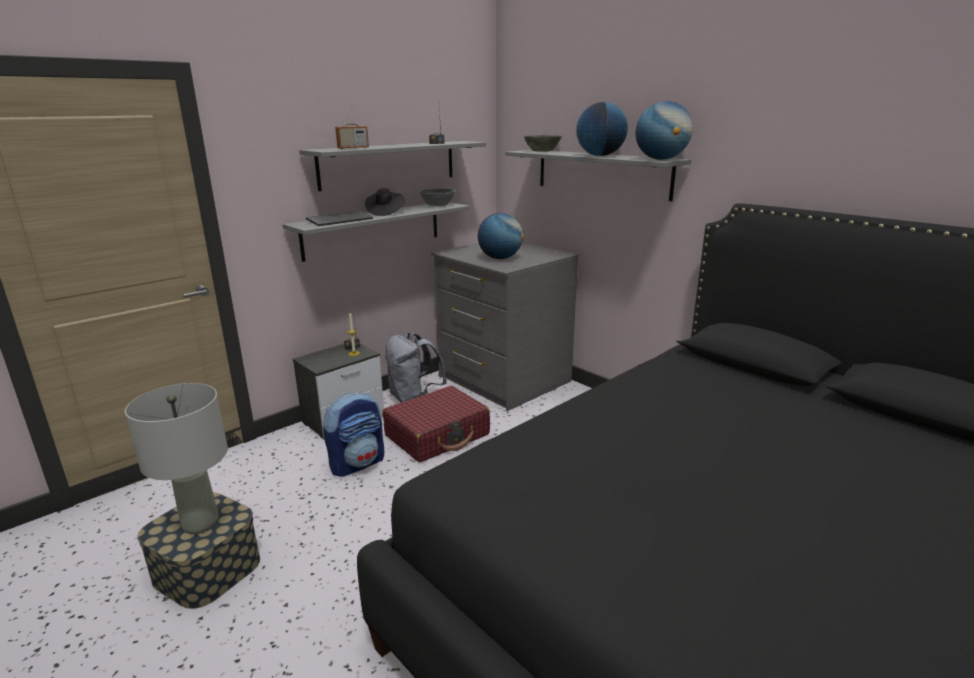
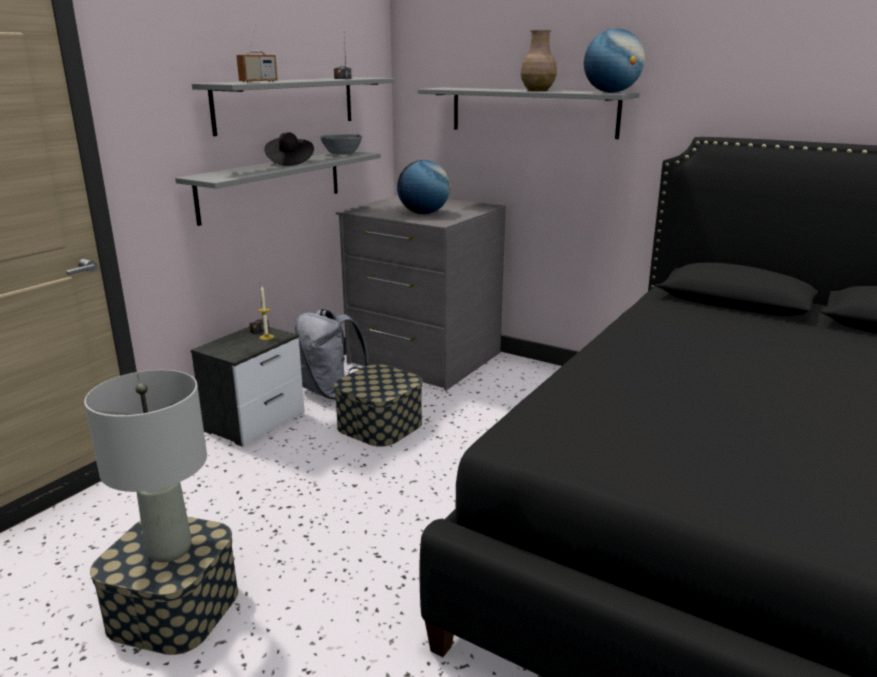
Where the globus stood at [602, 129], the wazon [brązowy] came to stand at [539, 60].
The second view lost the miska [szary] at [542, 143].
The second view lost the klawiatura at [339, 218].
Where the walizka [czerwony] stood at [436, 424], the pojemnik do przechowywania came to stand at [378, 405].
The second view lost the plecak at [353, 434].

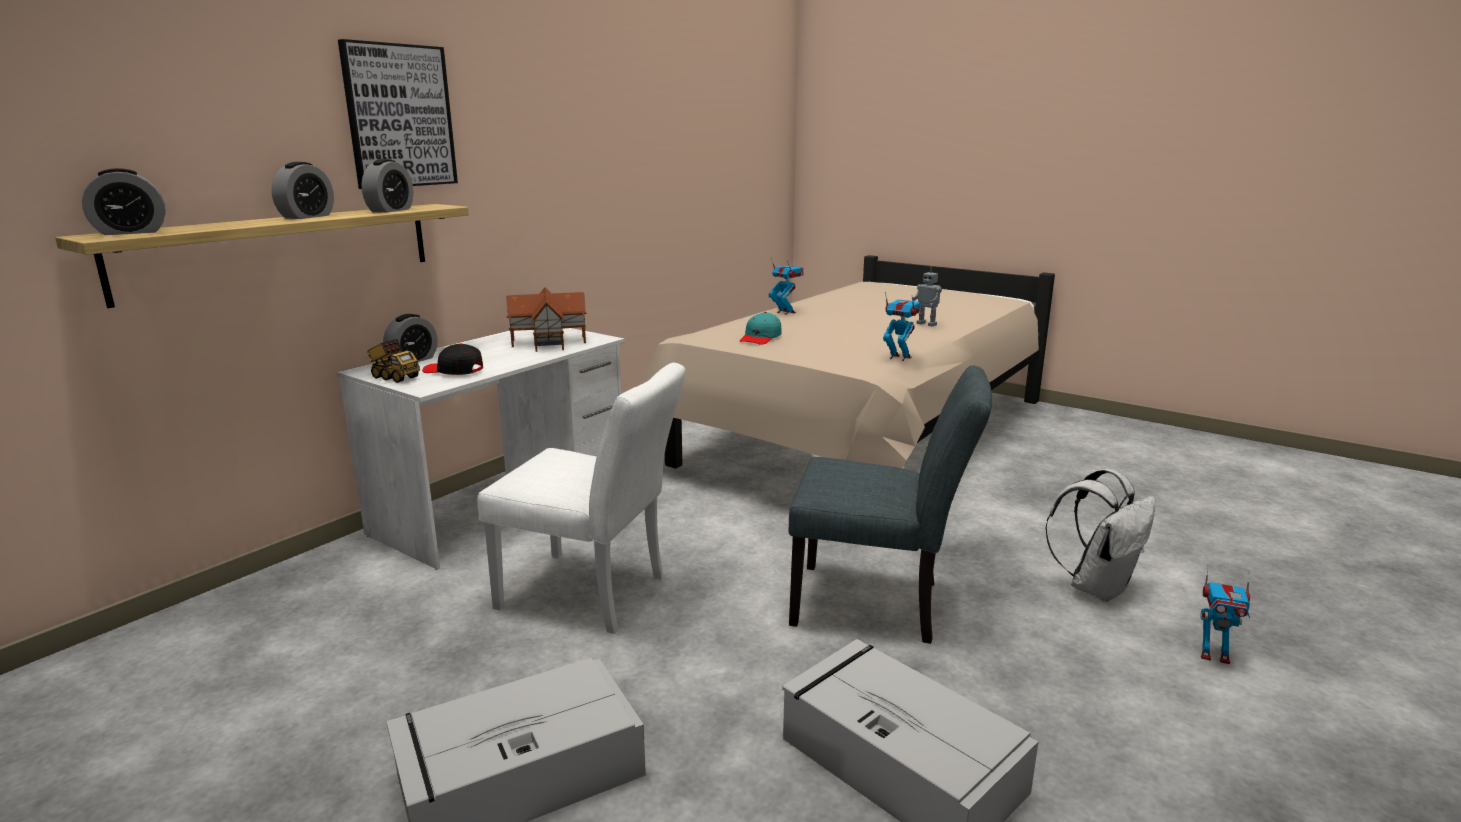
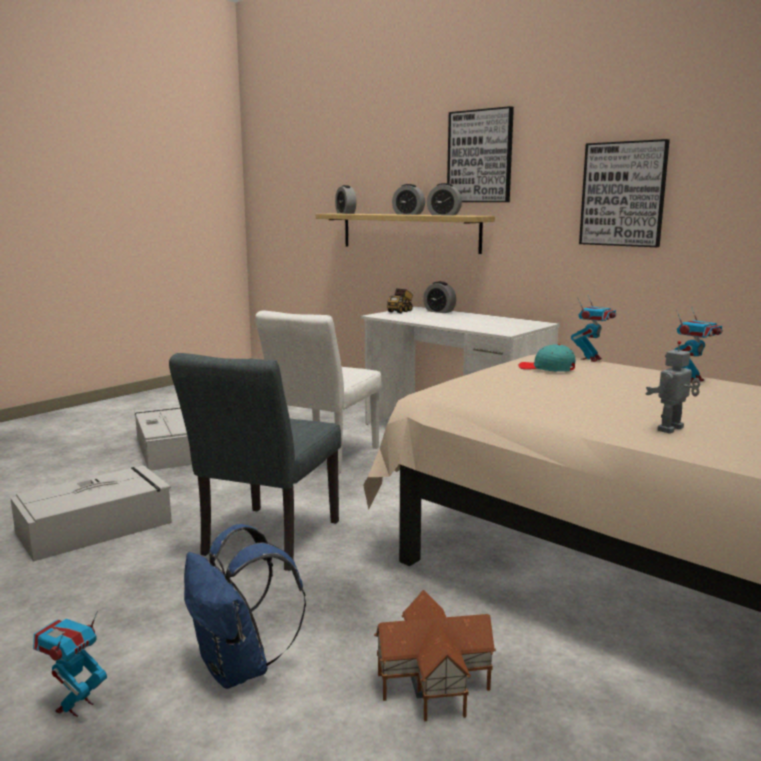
The domek ended up elsewhere, having gone from [546, 319] to [435, 655].
The robot zabawkowy ended up elsewhere, having gone from [902, 326] to [593, 329].
The second view lost the czapka z daszkiem [czarny] at [452, 359].
What was the plecak [biały] at [1100, 535] turned into the plecak [niebieski] at [245, 606].
The second view gained the obraz at [624, 193].

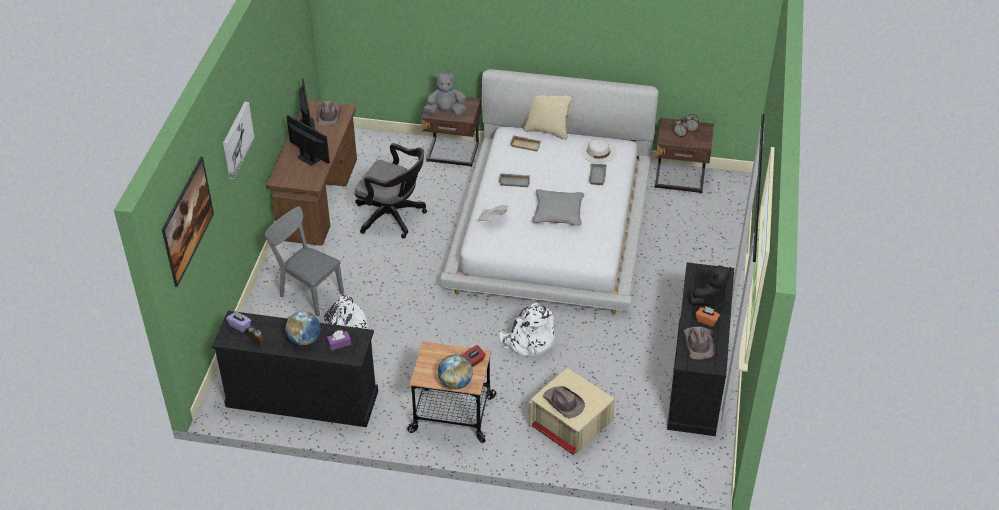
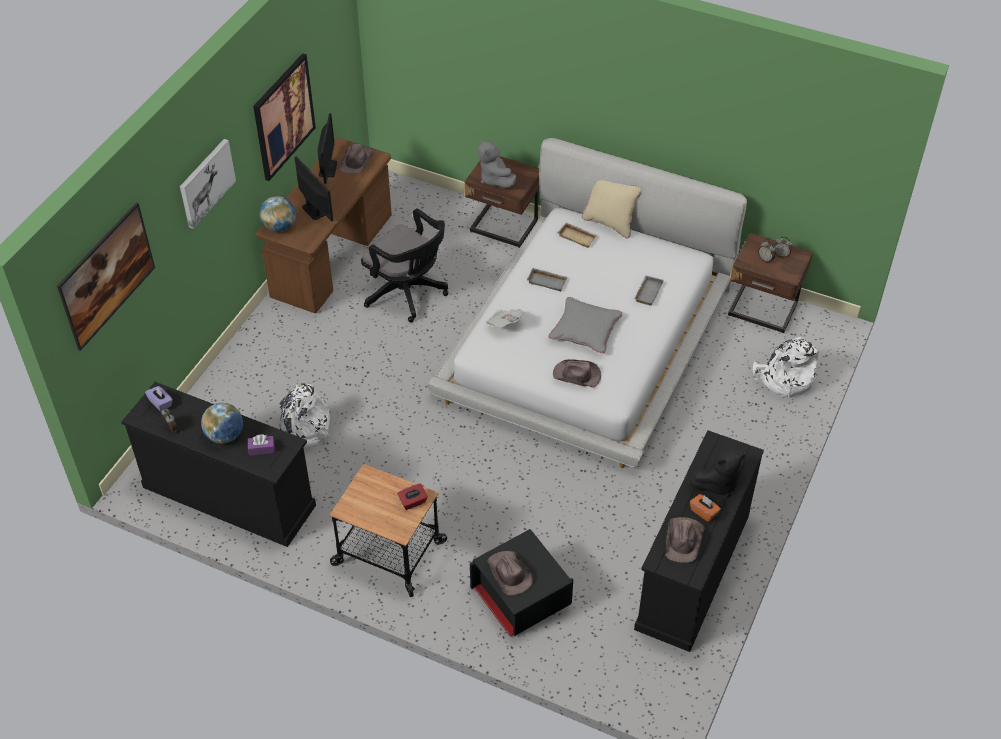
The pluszak [szary] at [445, 94] ended up facing another way, 120 degrees counterclockwise from before.
The second view lost the kapelusz [biały] at [598, 151].
The second view lost the krzesło [szary] at [304, 261].
The plecak [biały] ended up elsewhere, having gone from [527, 330] to [786, 367].
The globus ended up elsewhere, having gone from [455, 371] to [278, 214].
What was the pojemnik do przechowywania [beżowy] at [571, 411] turned into the pojemnik do przechowywania [czarny] at [521, 583].
The second view gained the obraz at [284, 117].
The second view gained the kapelusz [brązowy] at [577, 373].

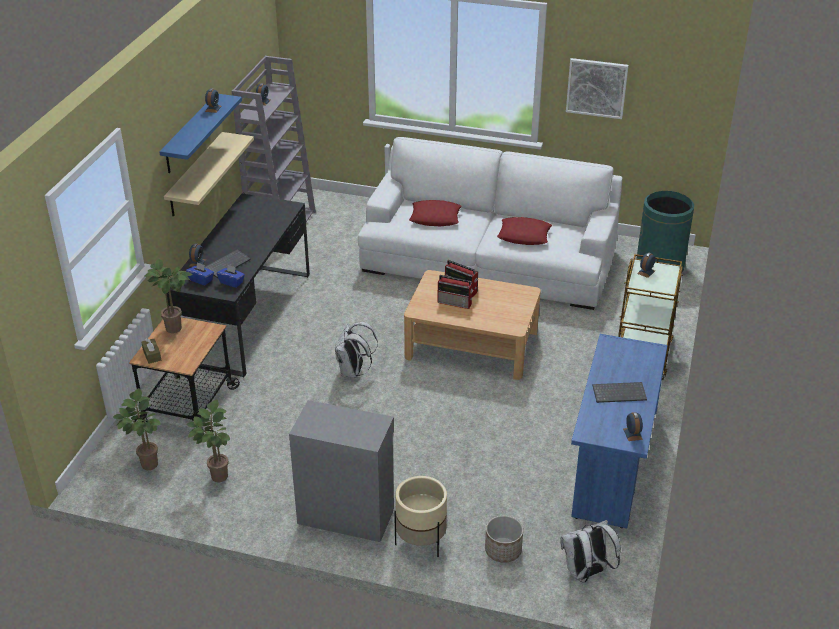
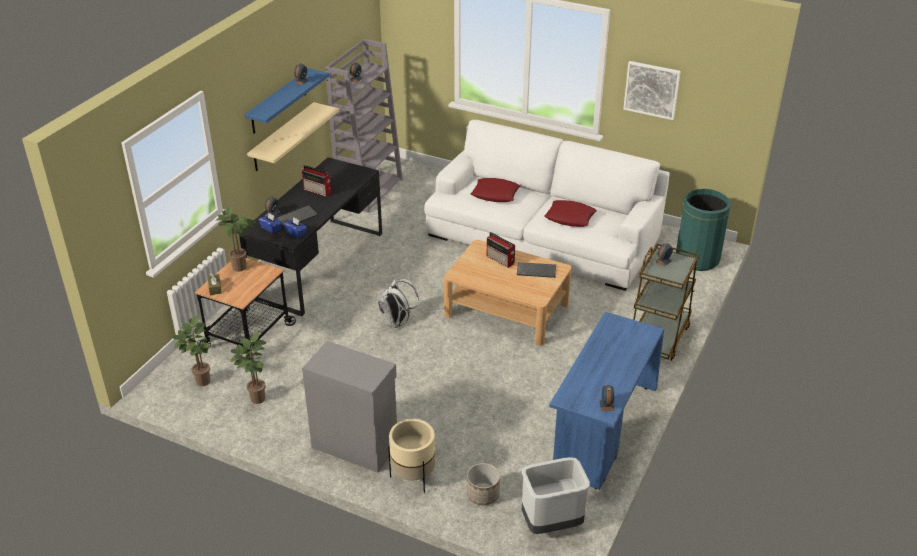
The radio ended up elsewhere, having gone from [455, 292] to [317, 181].
The klawiatura ended up elsewhere, having gone from [620, 392] to [536, 270].
Where the plecak [biały] stood at [590, 551], the kosz na śmieci [szary] came to stand at [556, 495].

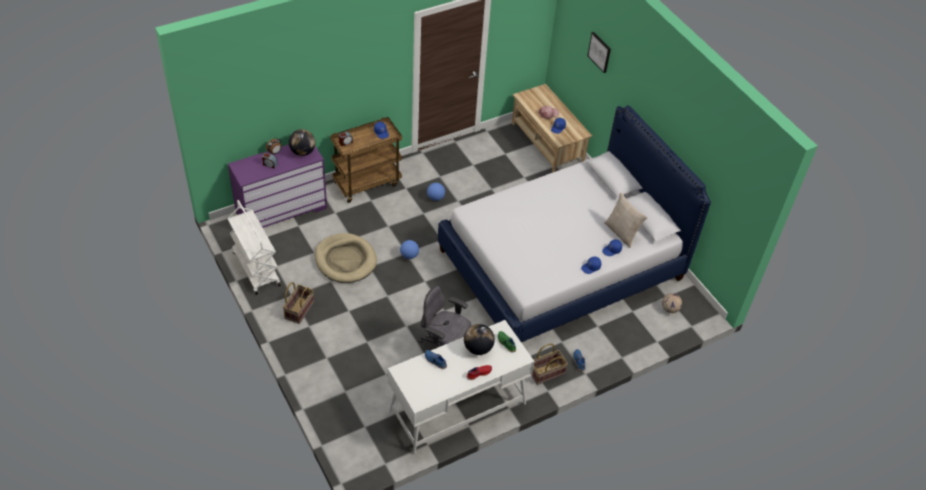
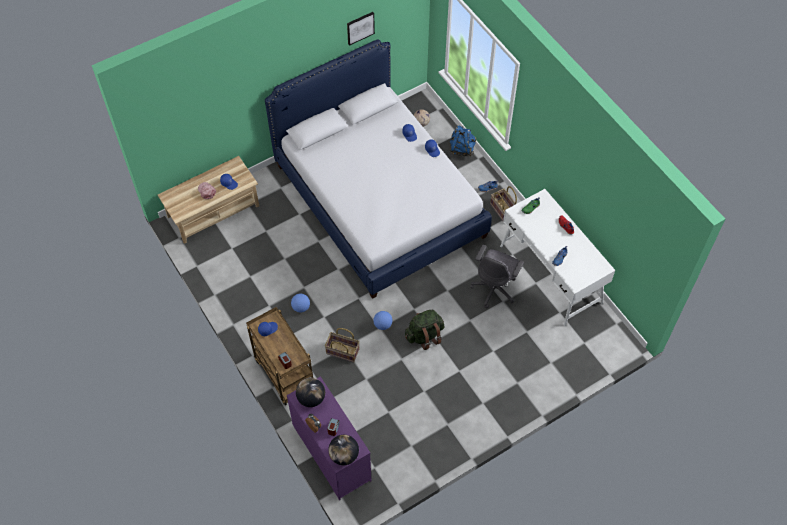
The obraz ended up elsewhere, having gone from [599, 52] to [361, 29].
The second view lost the poduszka [beżowy] at [626, 220].
The second view lost the wózek [biały] at [254, 247].
The second view lost the legowisko [beżowy] at [346, 258].
The koszyk ended up elsewhere, having gone from [298, 303] to [342, 345].
The globus ended up elsewhere, having gone from [479, 339] to [343, 450].
The second view gained the plecak [niebieski] at [463, 141].
The second view gained the plecak [zielony] at [425, 330].

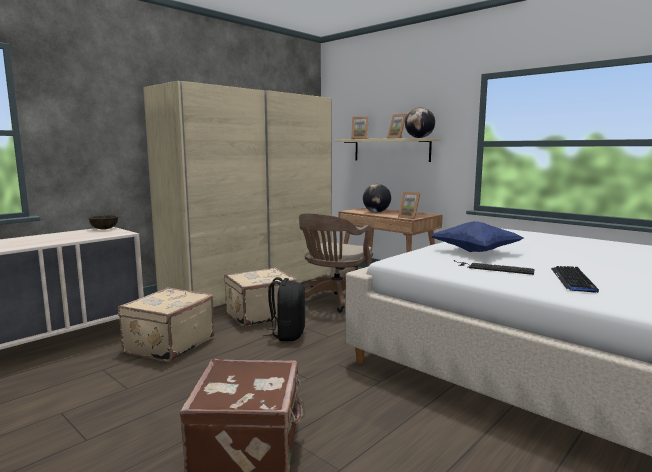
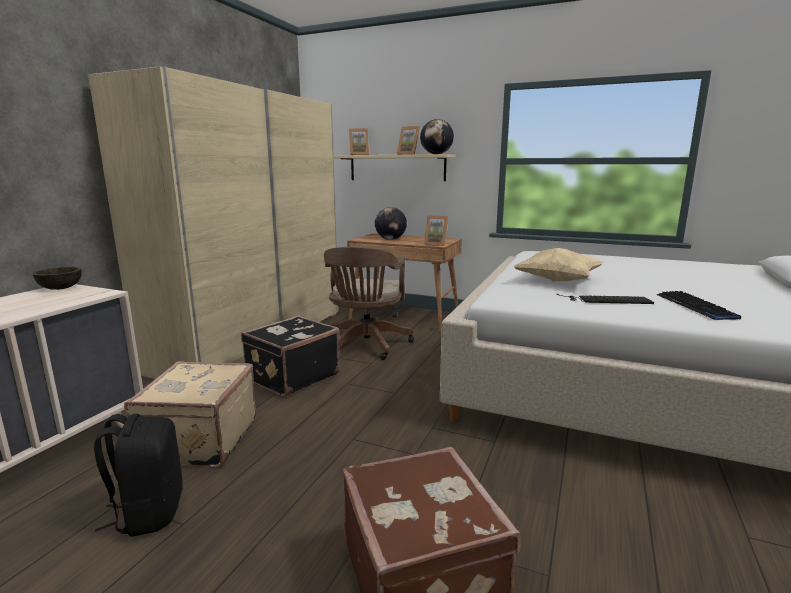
What was the poduszka [niebieski] at [477, 236] turned into the poduszka [beżowy] at [558, 265].
What was the walizka [beżowy] at [260, 297] turned into the walizka [czarny] at [290, 356].
The plecak [czarny] ended up elsewhere, having gone from [284, 309] to [138, 475].

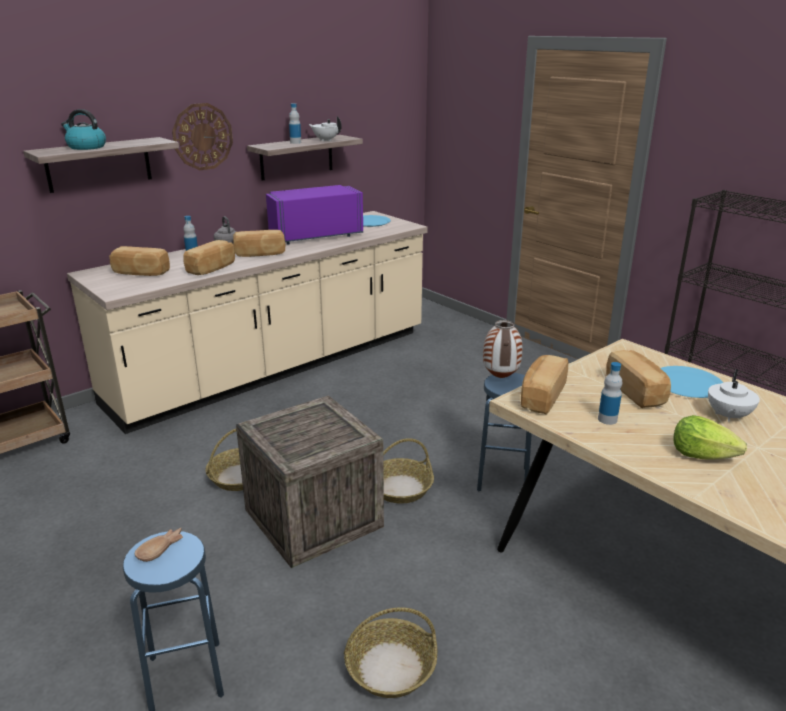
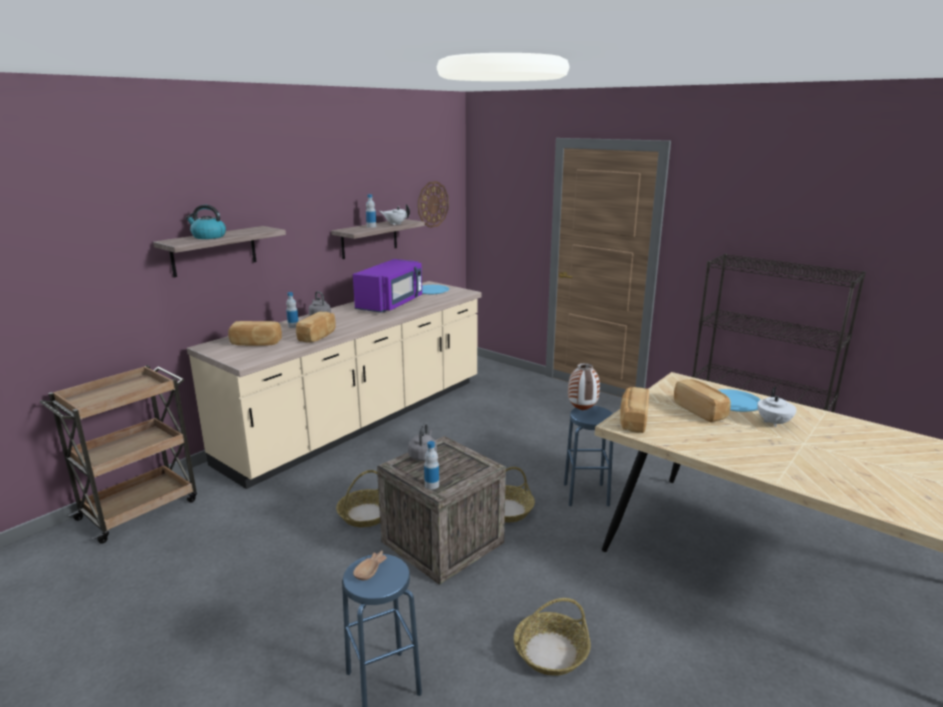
The zegar ścienny ended up elsewhere, having gone from [202, 136] to [433, 204].
The mikrofalówka [fioletowy] at [314, 214] ended up facing another way, 150 degrees clockwise from before.
The second view lost the chleb at [259, 243].
The butelka ended up elsewhere, having gone from [610, 393] to [431, 465].
The second view lost the sałata at [710, 437].
The second view gained the czajnik [szary] at [422, 442].

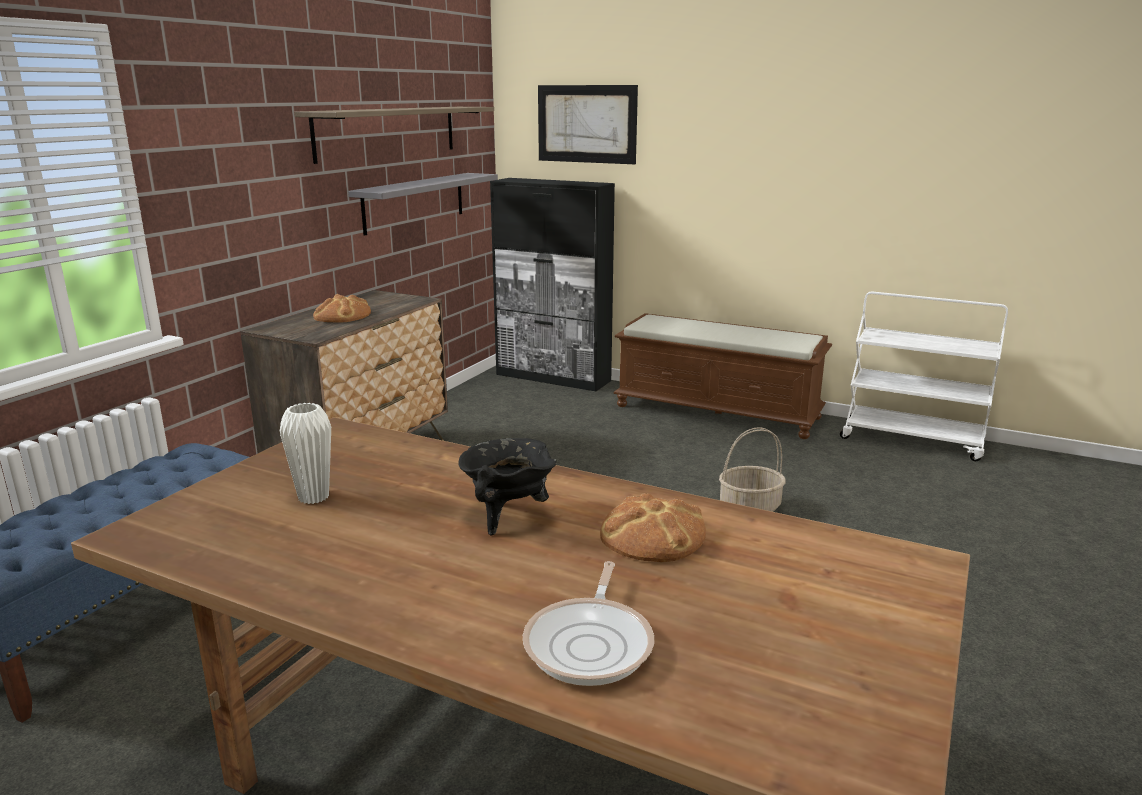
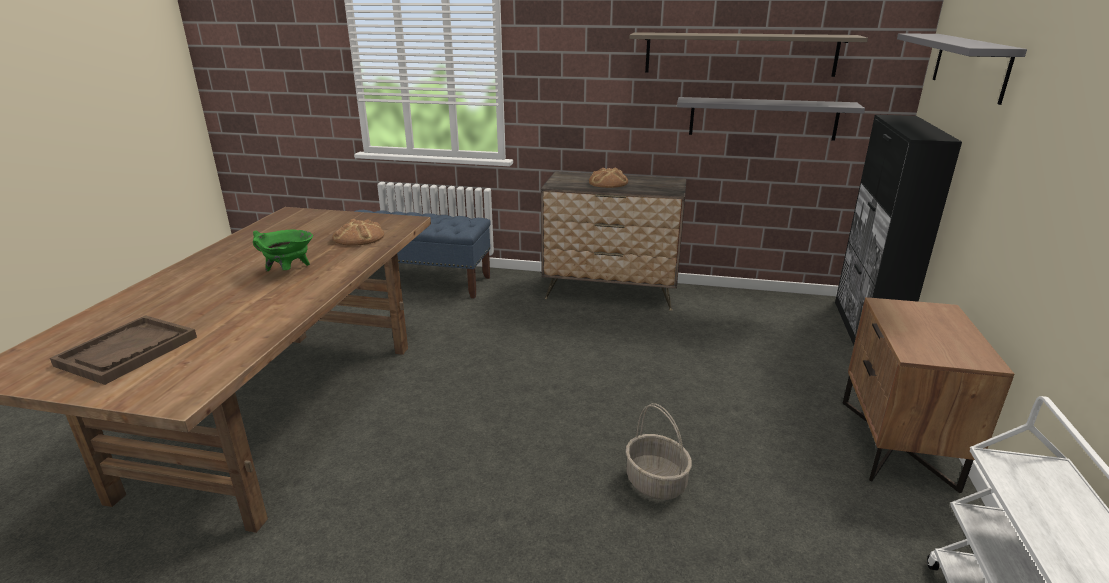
Where the obraz hung at [588, 124], the półka [szary] came to hang at [962, 69].
Where the ławka [brązowy] stood at [723, 376], the szafka nocna [brązowy] came to stand at [928, 395].
The second view lost the wazon [biały] at [305, 453].
What was the garnek [czarny] at [507, 487] turned into the garnek [zielony] at [283, 250].
The chleb ended up elsewhere, having gone from [653, 527] to [358, 232].
The second view lost the patelnia at [588, 623].
The second view gained the taca [brązowy] at [123, 350].

